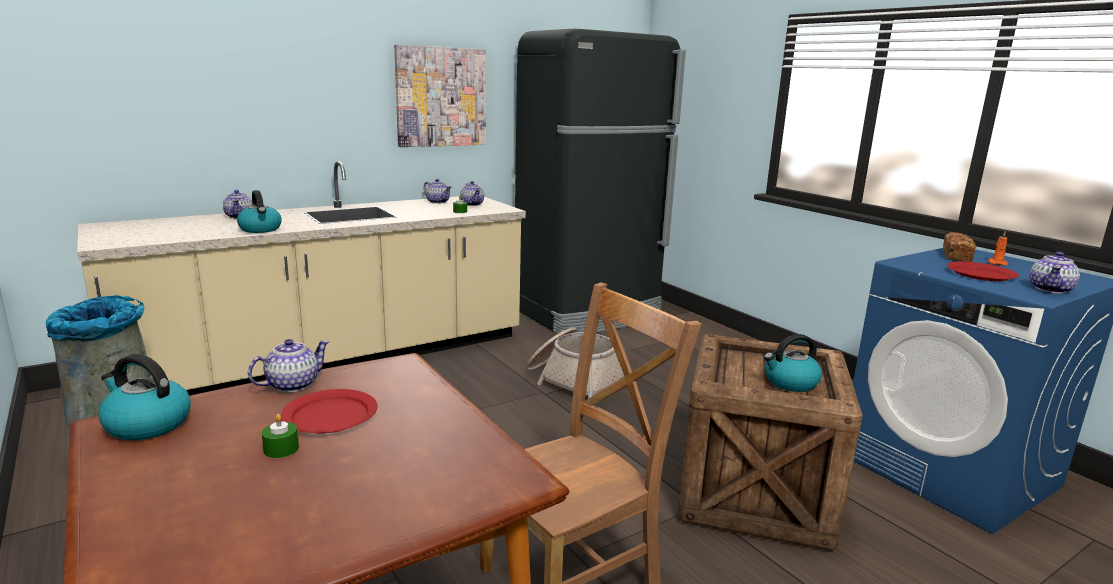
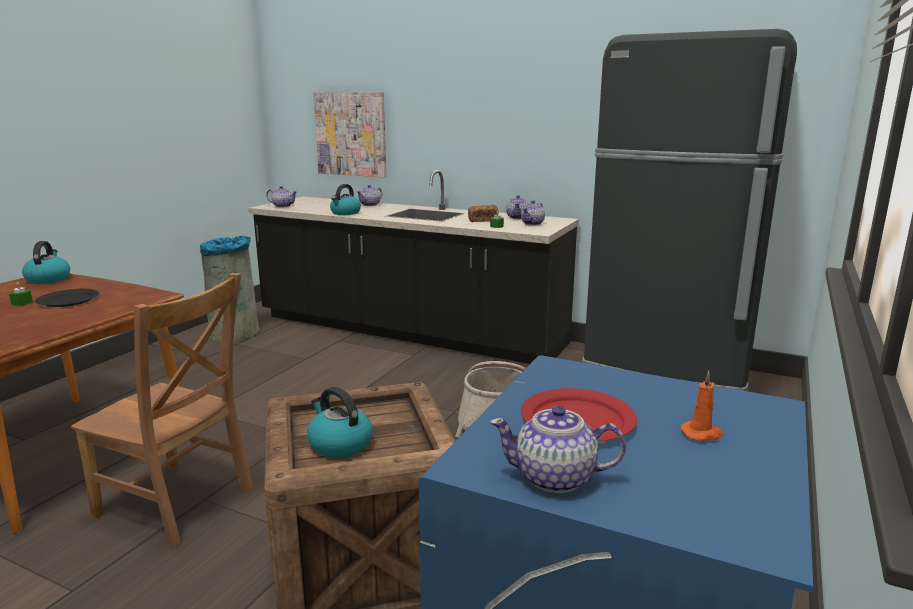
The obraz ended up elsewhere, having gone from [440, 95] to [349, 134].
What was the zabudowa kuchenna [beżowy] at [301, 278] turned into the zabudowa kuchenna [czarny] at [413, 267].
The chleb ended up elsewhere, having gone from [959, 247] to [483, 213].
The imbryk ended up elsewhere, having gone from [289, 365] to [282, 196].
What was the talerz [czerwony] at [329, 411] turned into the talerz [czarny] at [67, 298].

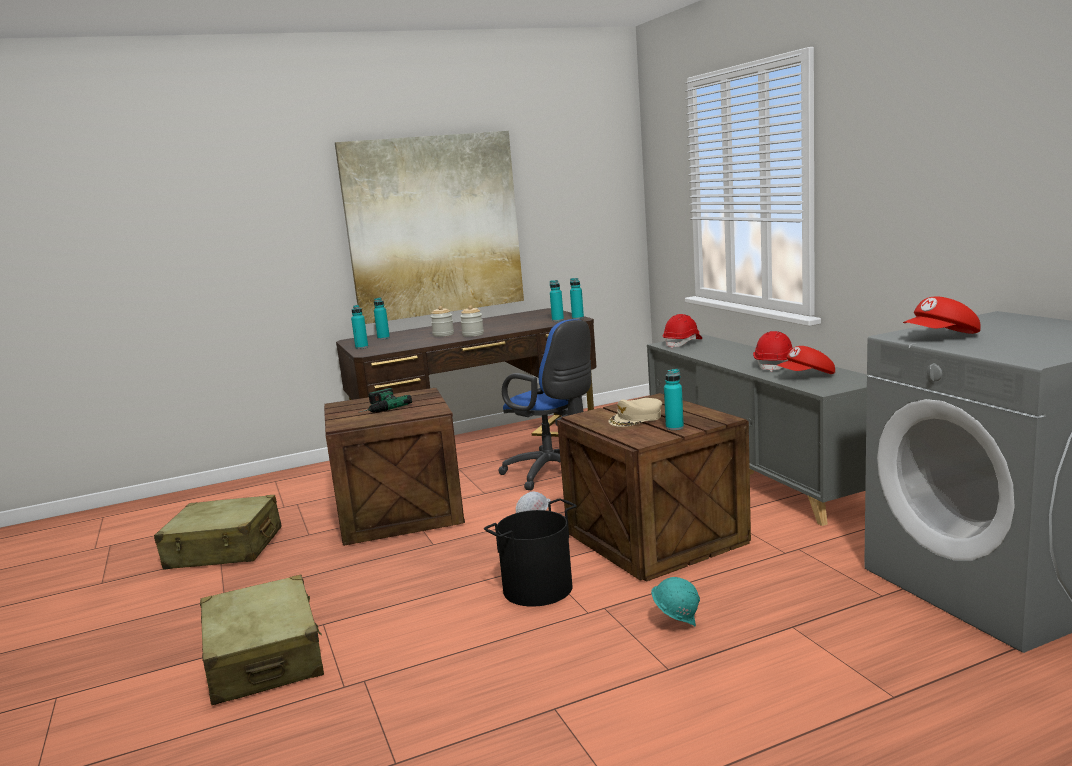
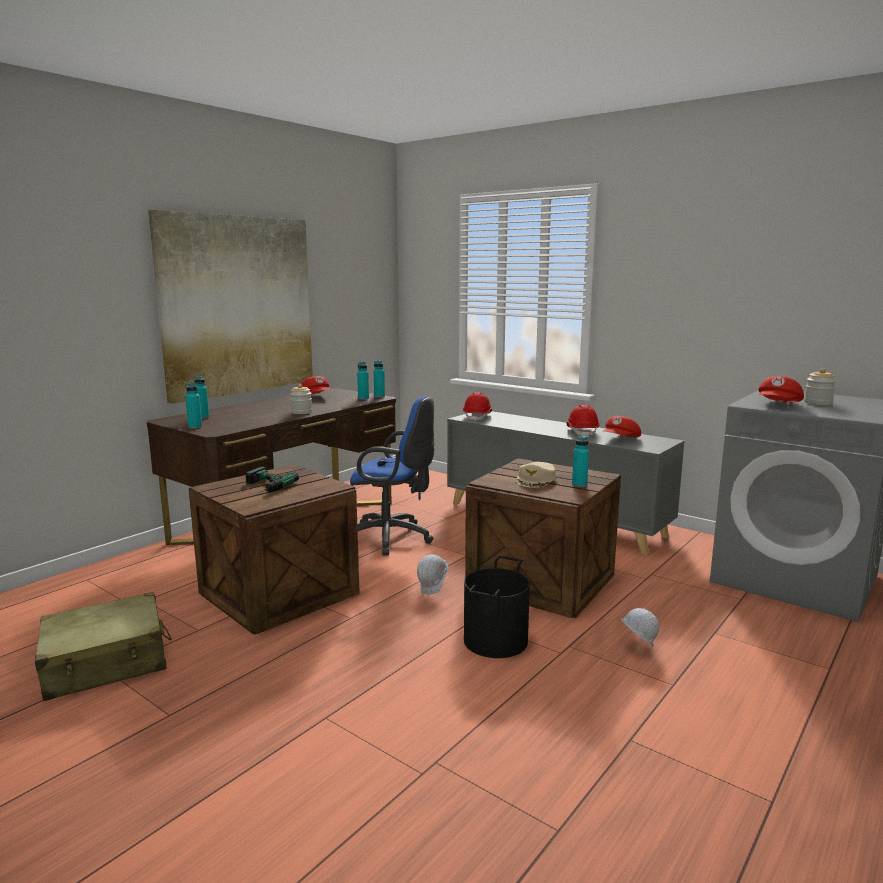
The słoik ended up elsewhere, having gone from [442, 321] to [820, 386].
The second view lost the walizka [beżowy] at [262, 639].
What was the kask [turkusowy] at [675, 601] turned into the kask [biały] at [640, 627].
The second view gained the czapka z daszkiem [czerwony] at [316, 385].

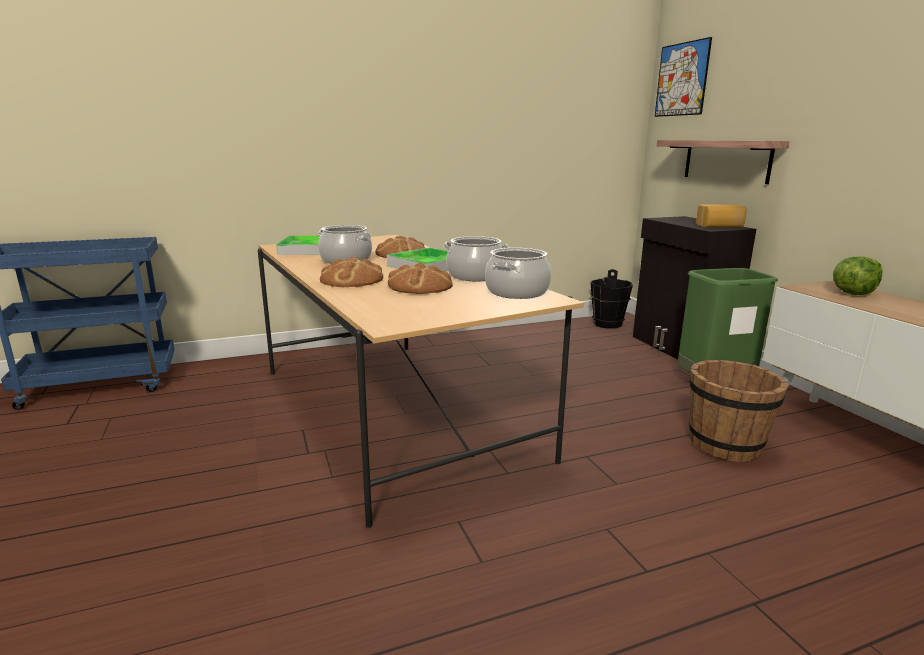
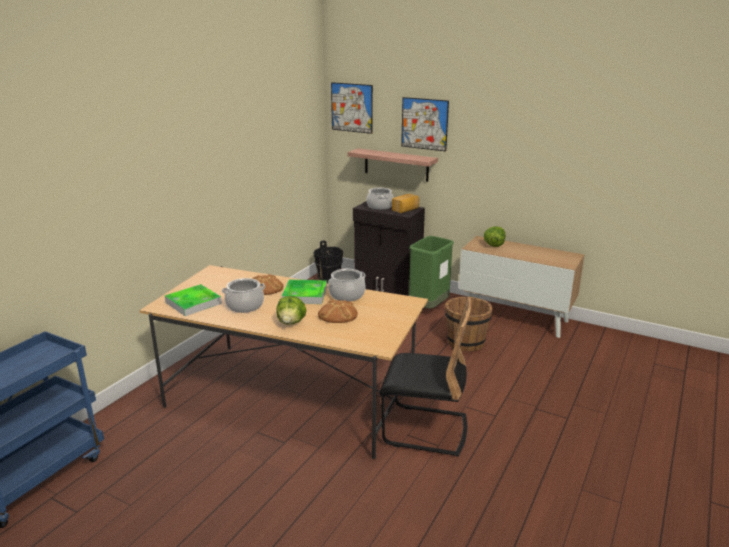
The garnek ended up elsewhere, having gone from [518, 273] to [380, 199].
Where the chleb stood at [351, 271], the sałata came to stand at [291, 310].
The second view gained the obraz at [425, 124].
The second view gained the krzesło [czarny] at [425, 377].

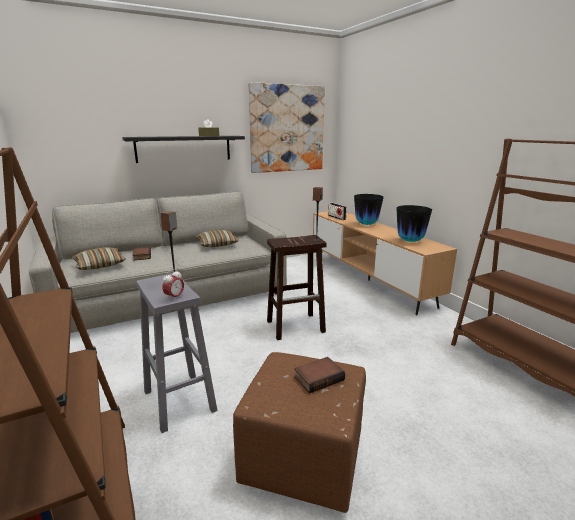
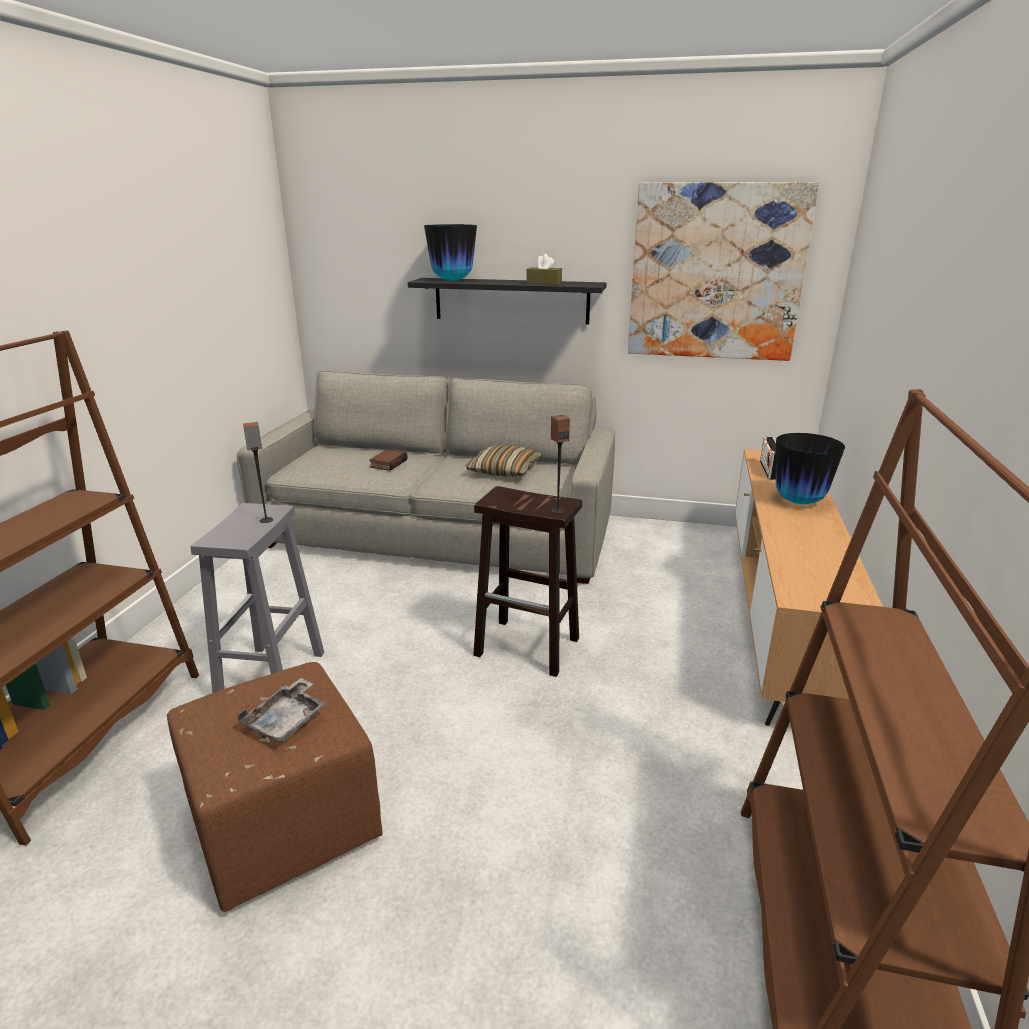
The wazon ended up elsewhere, having gone from [414, 223] to [450, 252].
The second view lost the poduszka at [99, 258].
The second view lost the budzik at [173, 285].
Where the książka stood at [319, 375], the taca [szary] came to stand at [281, 710].

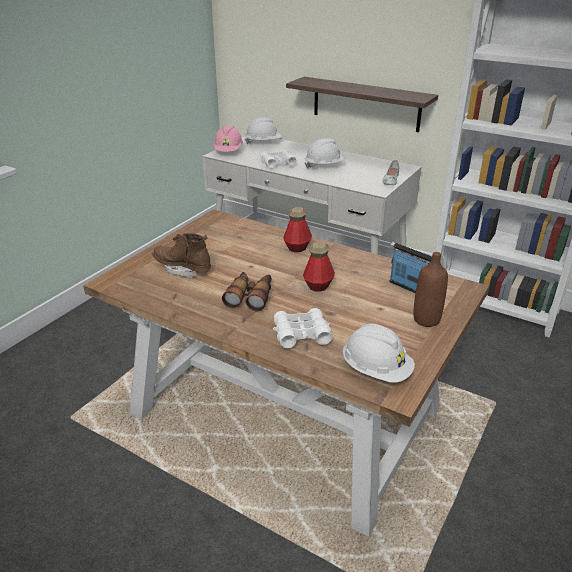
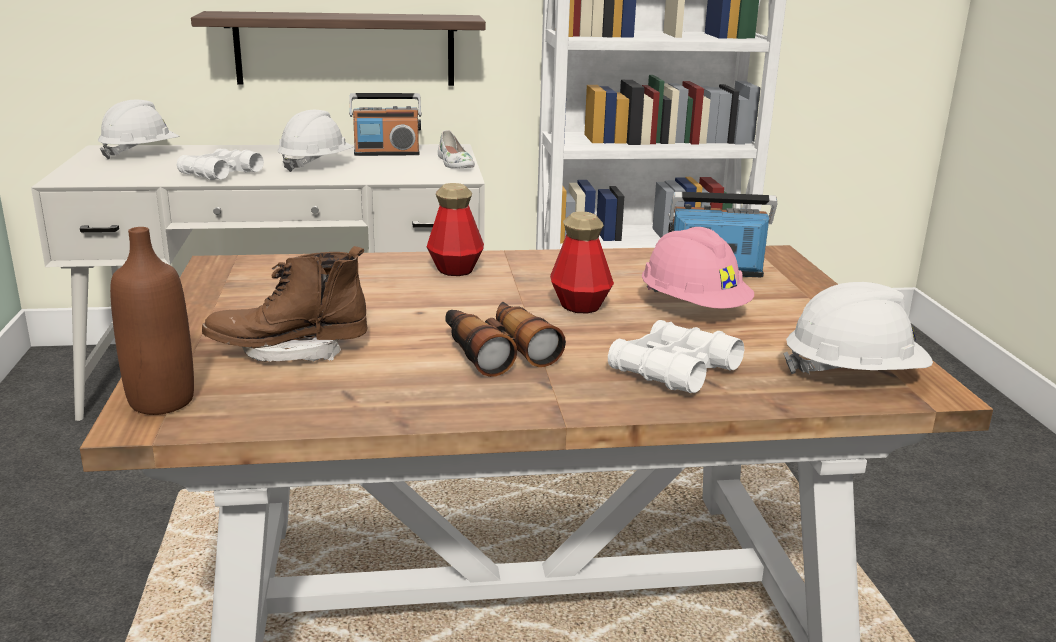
The kask [różowy] ended up elsewhere, having gone from [228, 139] to [698, 268].
The butelka [brązowy] ended up elsewhere, having gone from [430, 289] to [152, 321].
The second view gained the radio at [385, 124].

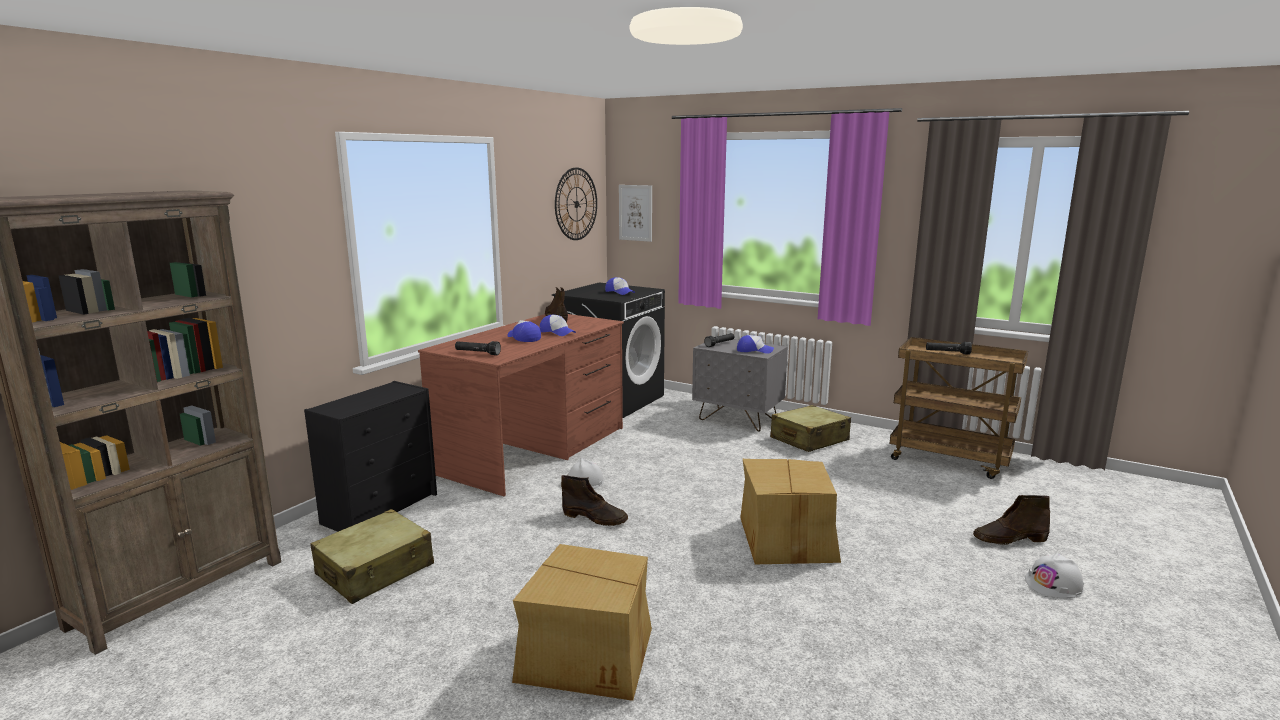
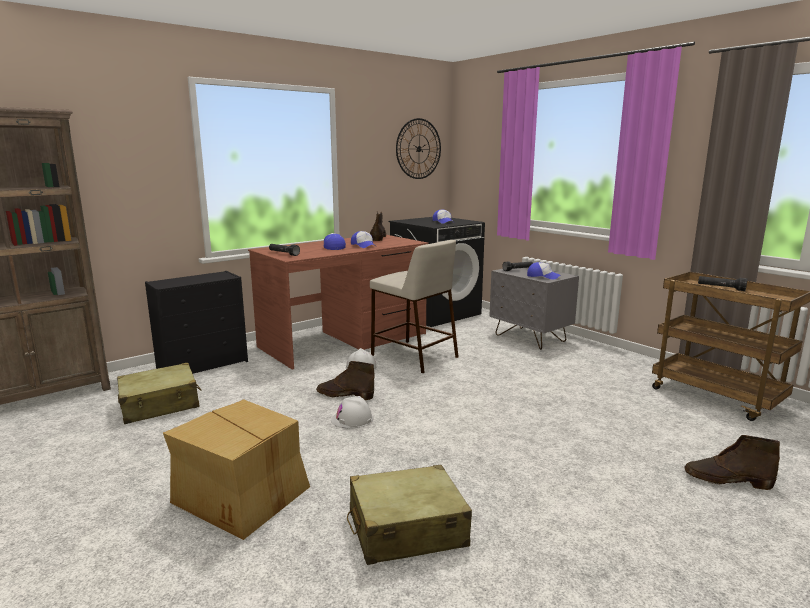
The second view lost the obraz at [635, 213].
The walizka [beżowy] ended up elsewhere, having gone from [810, 428] to [409, 515].
The second view lost the karton at [790, 511].
The but z cholewką [brązowy] at [594, 500] ended up facing another way, 150 degrees clockwise from before.
The kask [biały] ended up elsewhere, having gone from [1054, 575] to [352, 412].
The second view gained the stołek [beżowy] at [414, 306].

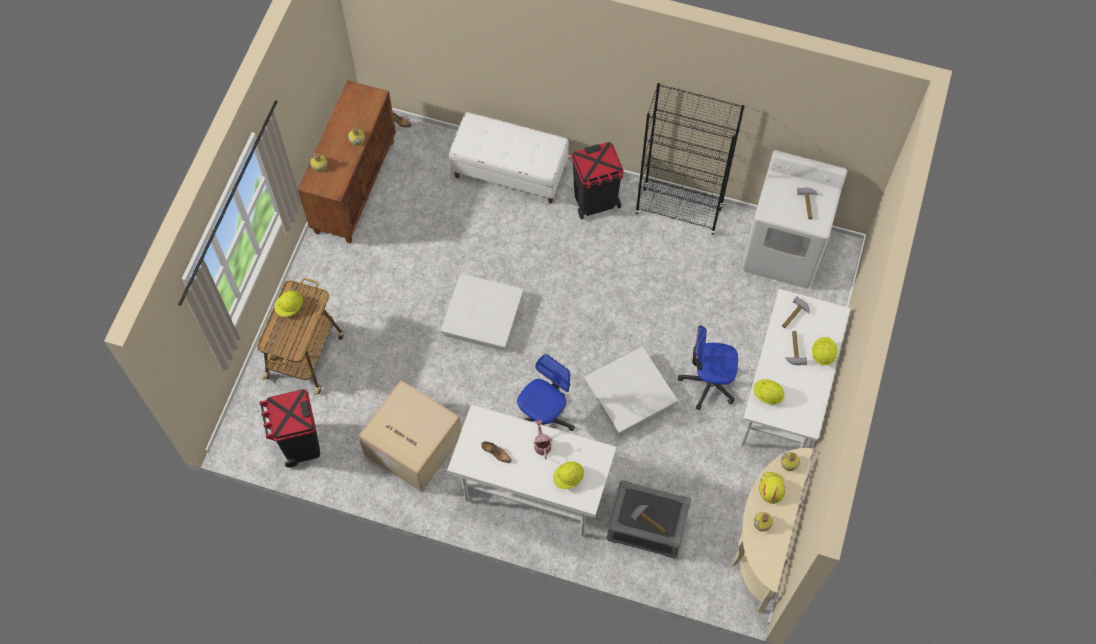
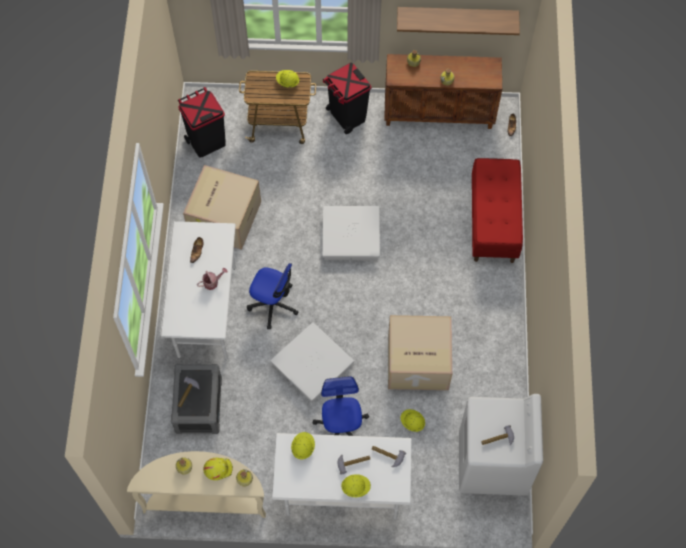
The second view lost the regał [czarny] at [690, 159].
What was the ławka [biały] at [509, 158] turned into the ławka [czerwony] at [497, 210].
The kosz na śmieci [czarny] ended up elsewhere, having gone from [597, 180] to [347, 98].
The kask [żółty] ended up elsewhere, having gone from [568, 475] to [412, 420].
The second view gained the półka at [458, 21].
The second view gained the karton at [420, 352].

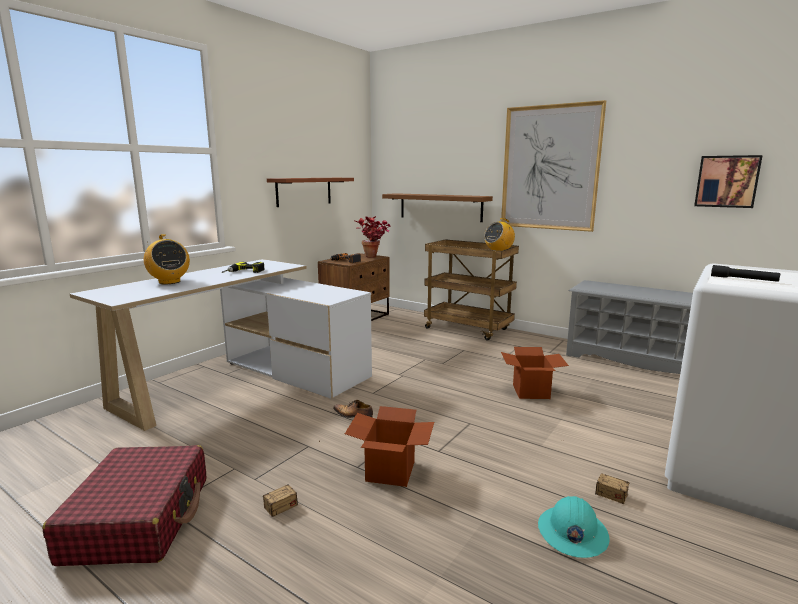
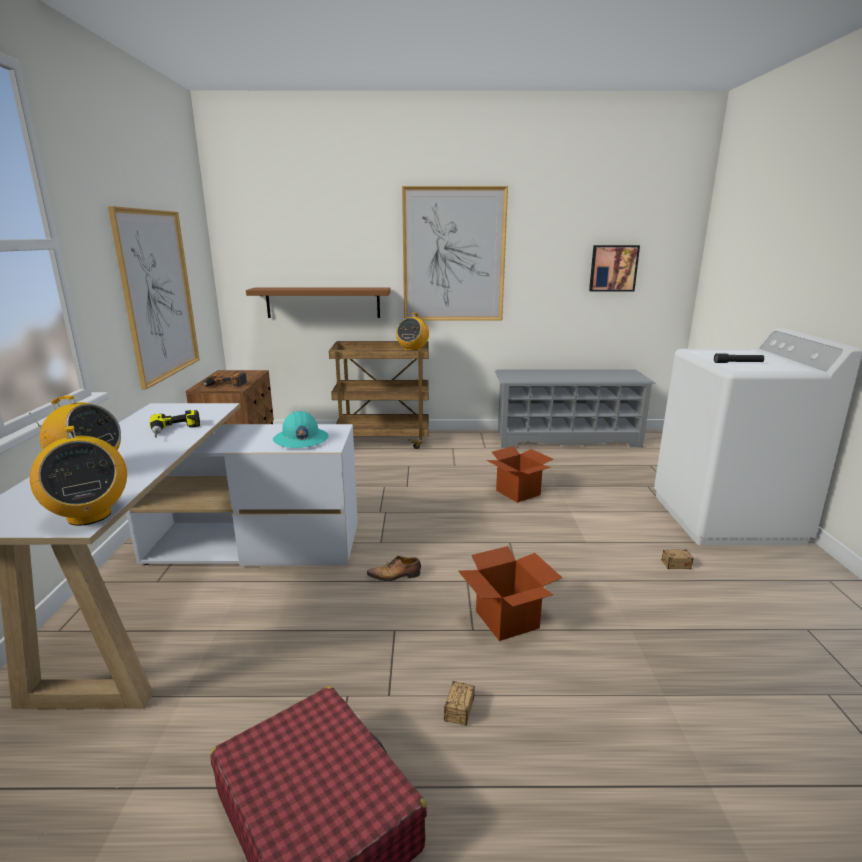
Where the półka [brązowy] hung at [310, 192], the obraz came to hang at [154, 298].
The second view lost the roślina doniczkowa at [373, 236].
The kask [turkusowy] ended up elsewhere, having gone from [574, 527] to [301, 429].
The second view gained the radio at [78, 476].

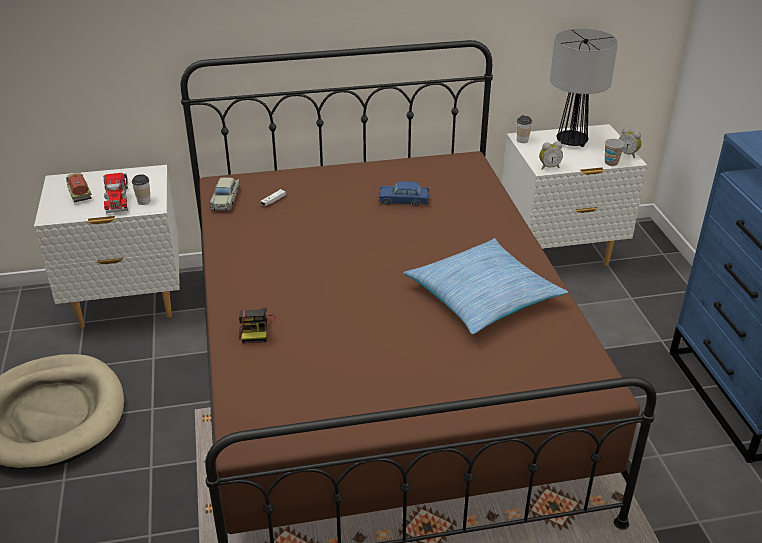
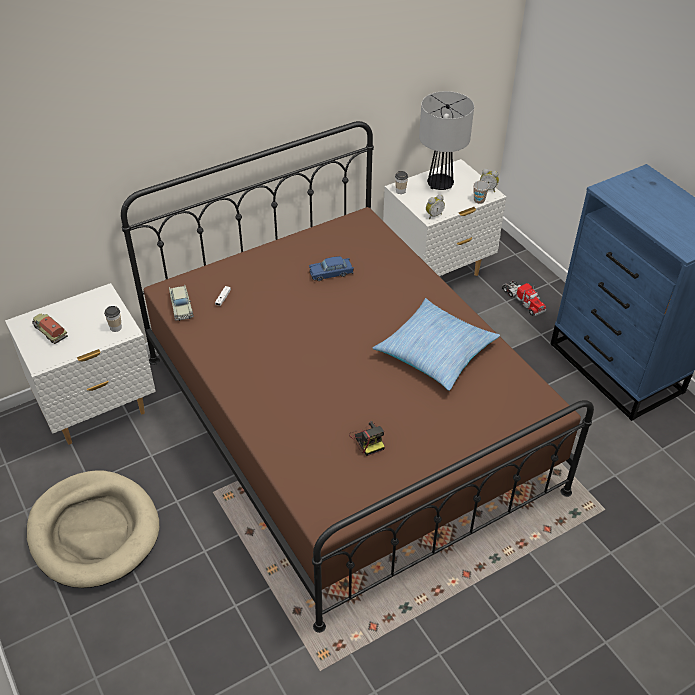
The ciężarówka zabawkowa ended up elsewhere, having gone from [115, 193] to [524, 298].
The aparat fotograficzny ended up elsewhere, having gone from [257, 325] to [367, 438].

